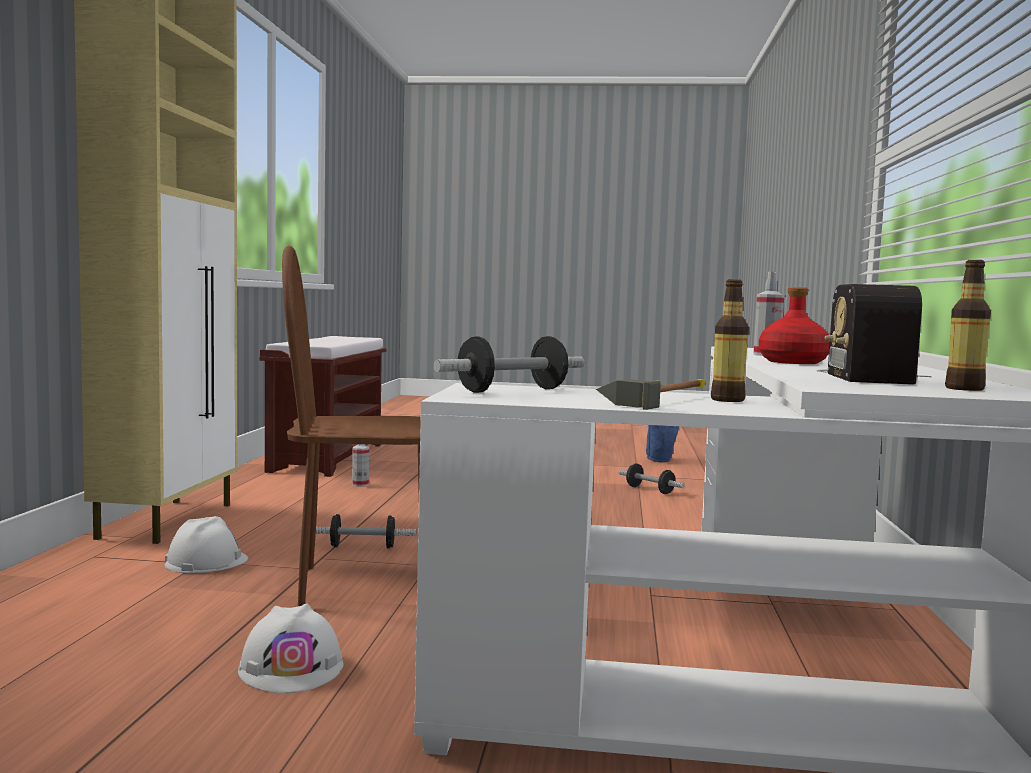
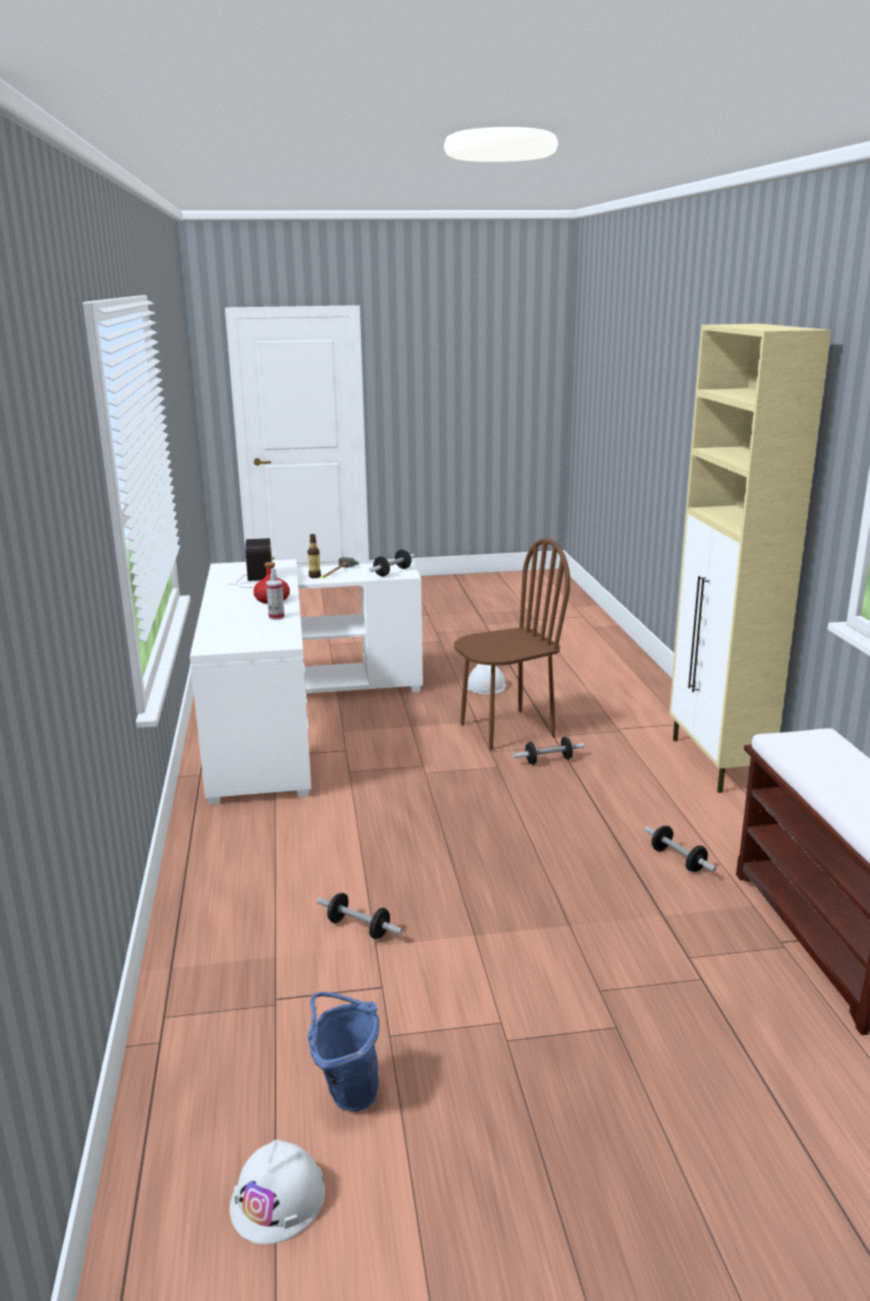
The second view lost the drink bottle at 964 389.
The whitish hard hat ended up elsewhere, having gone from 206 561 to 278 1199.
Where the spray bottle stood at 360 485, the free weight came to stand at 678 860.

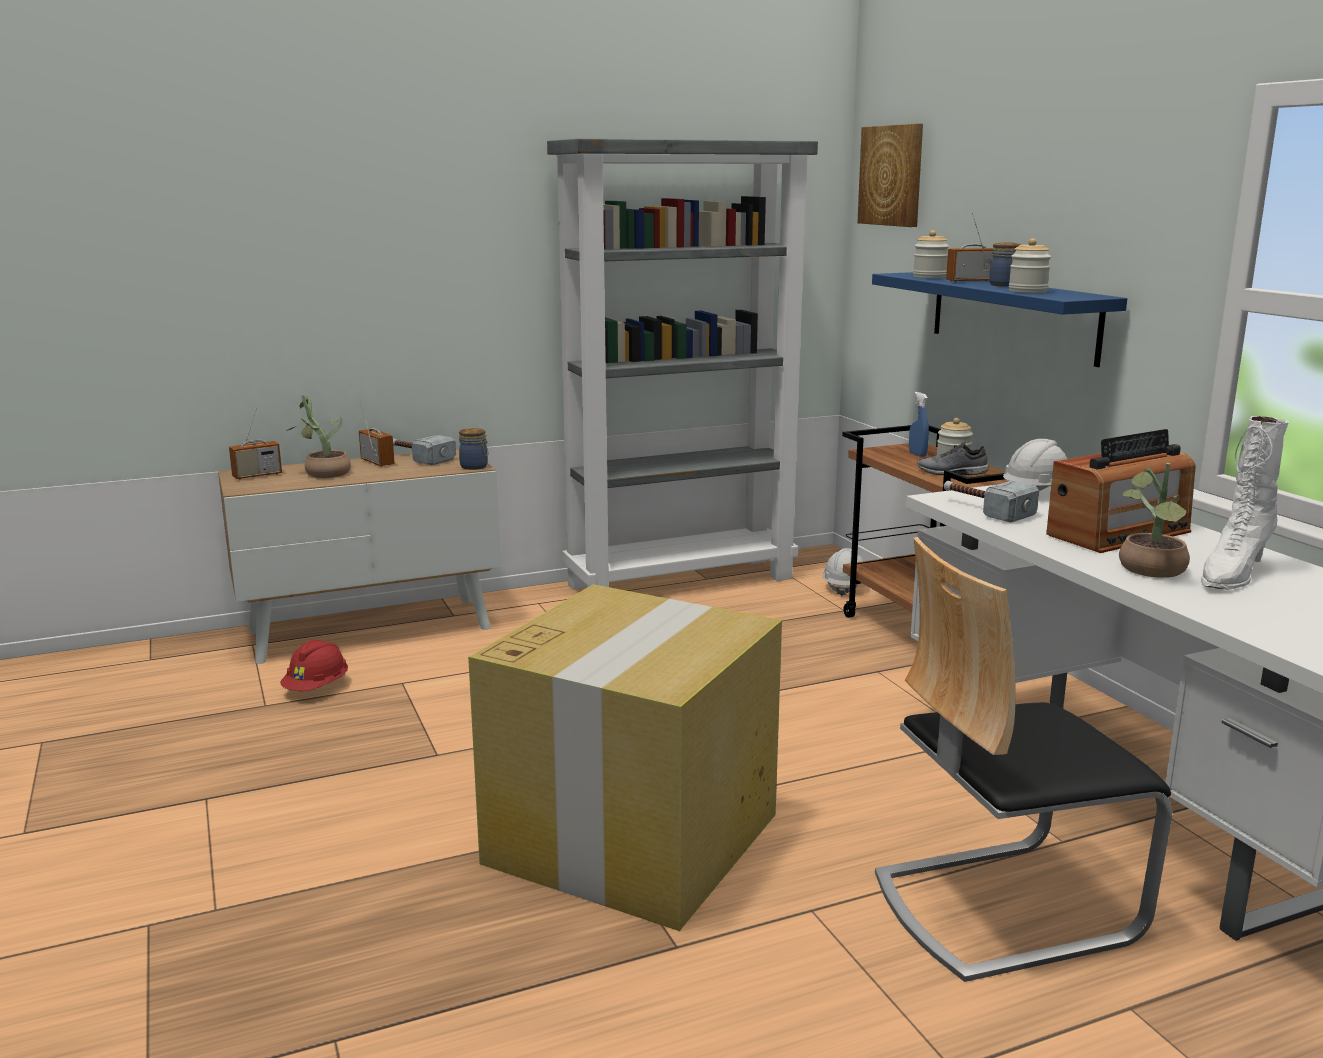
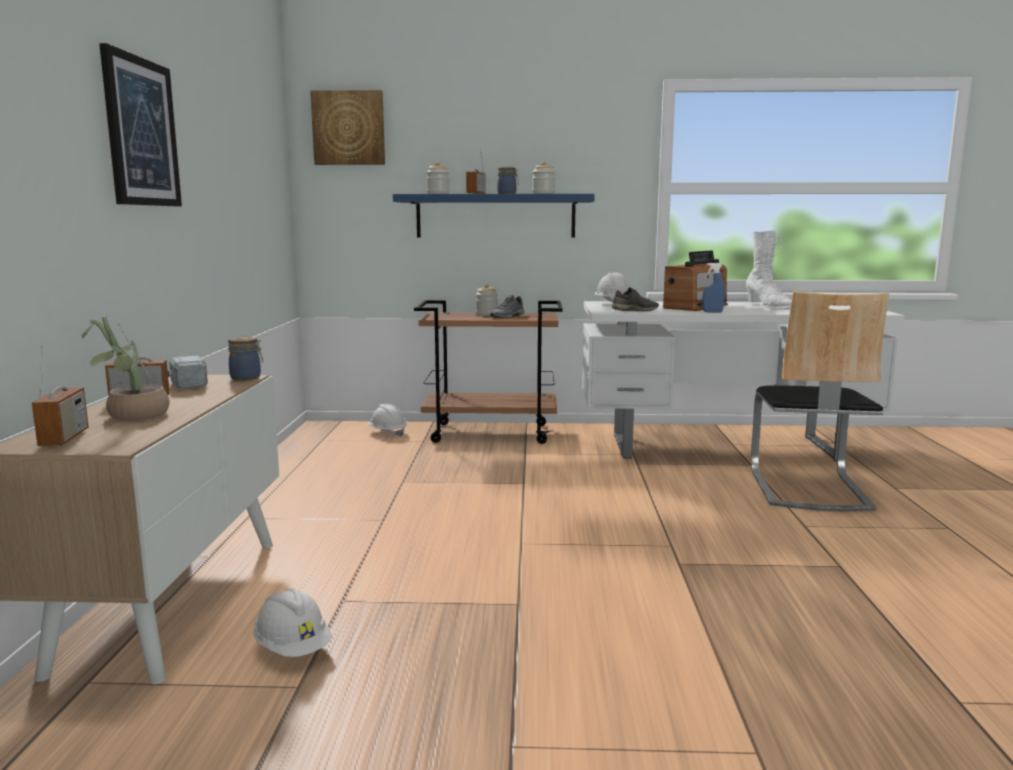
The second view lost the cardboard box at 634 836.
The second view lost the gray bookcase at 681 581.
The second view lost the houseplant at 1150 571.
The second view gained the picture at 141 132.
The blue-coloured spray bottle ended up elsewhere, having gone from 917 454 to 712 312.
Where the hand hammer stood at 984 509, the gray shoe came to stand at 634 310.
What was the red hard hat at 317 688 turned into the whitish hard hat at 293 648.
The radio receiver at 1119 533 ended up facing another way, 45 degrees clockwise from before.

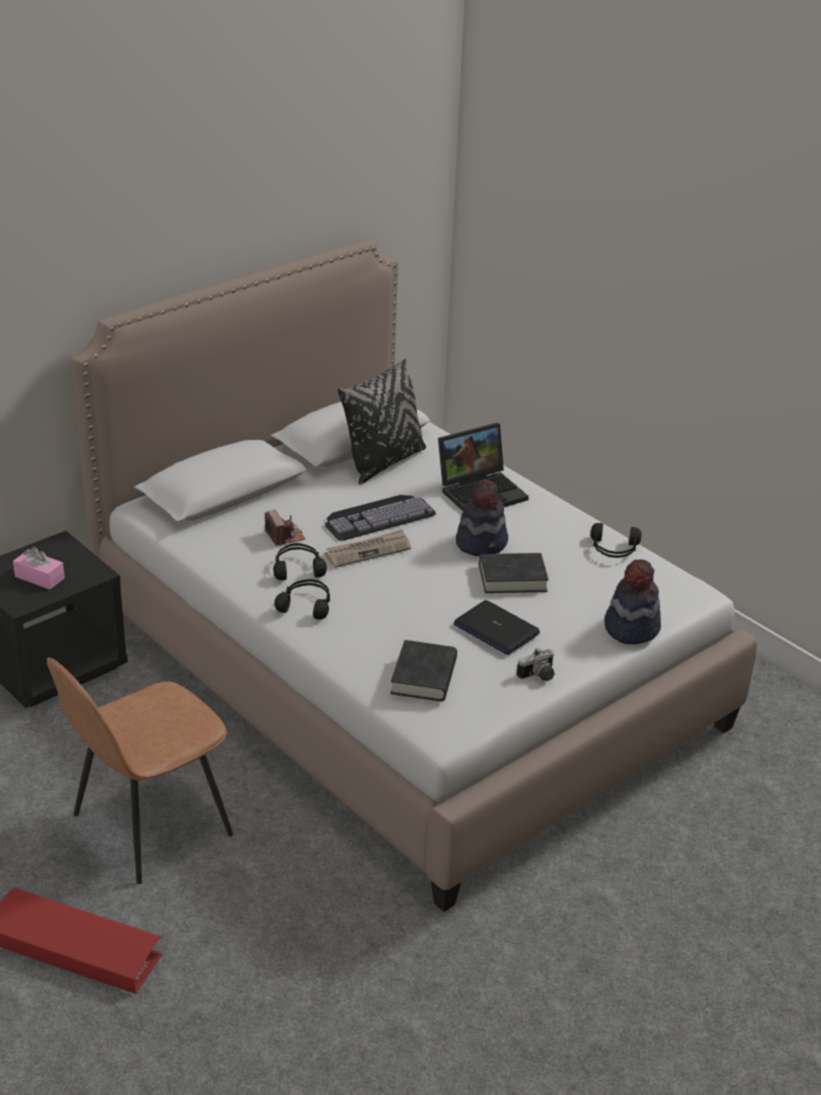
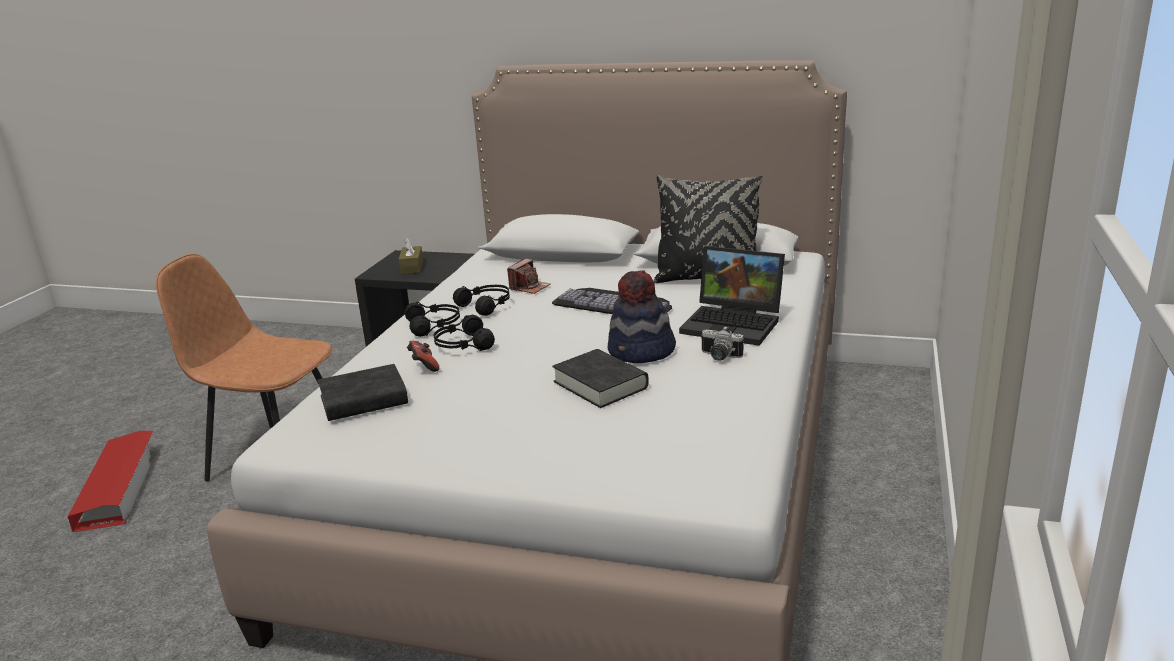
The second view lost the daily paper at 368 551.
The second view lost the notebook computer at 496 629.
The second view lost the hat at 631 628.
The second view gained the joypad at 424 366.
The photo camera ended up elsewhere, having gone from 538 676 to 719 357.
The blackish pair of headphones ended up elsewhere, having gone from 614 549 to 463 345.
What was the pink-coloured tissue box at 39 577 turned into the brown-coloured tissue box at 412 267.

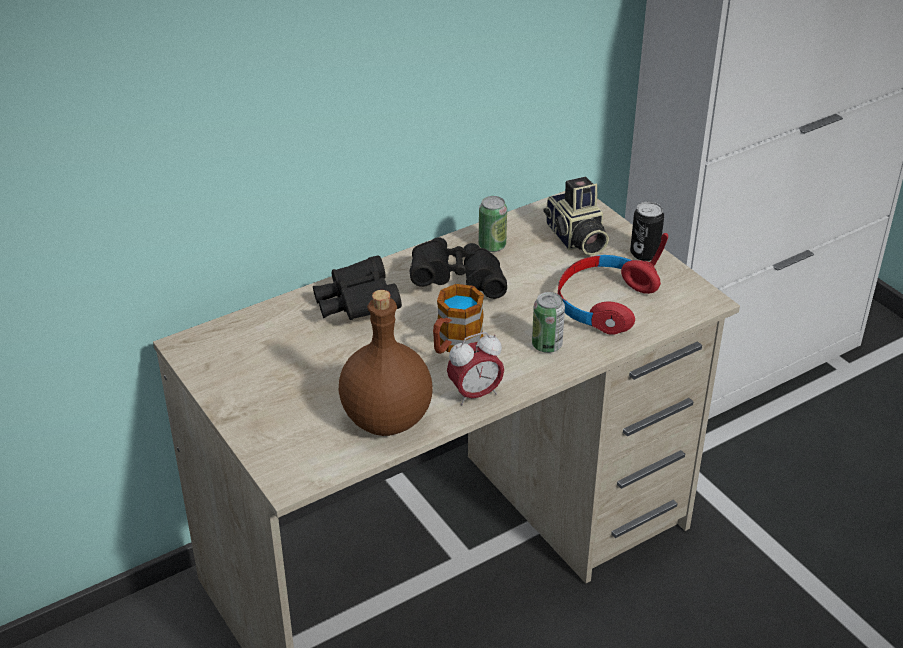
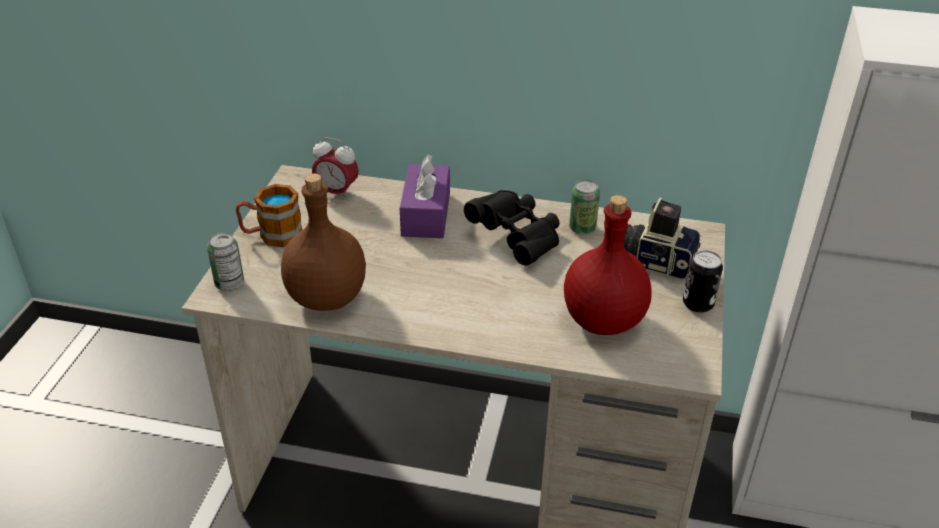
The tea mug ended up elsewhere, having gone from 454 345 to 272 235.
The alarm clock ended up elsewhere, having gone from 475 394 to 337 192.
The can ended up elsewhere, having gone from 547 345 to 229 283.
Where the blackish field glasses stood at 357 306, the purple tissue box came to stand at 426 214.
Where the red pair of headphones stood at 604 303, the red drink bottle came to stand at 603 319.
The photo camera at 575 239 ended up facing another way, 90 degrees clockwise from before.

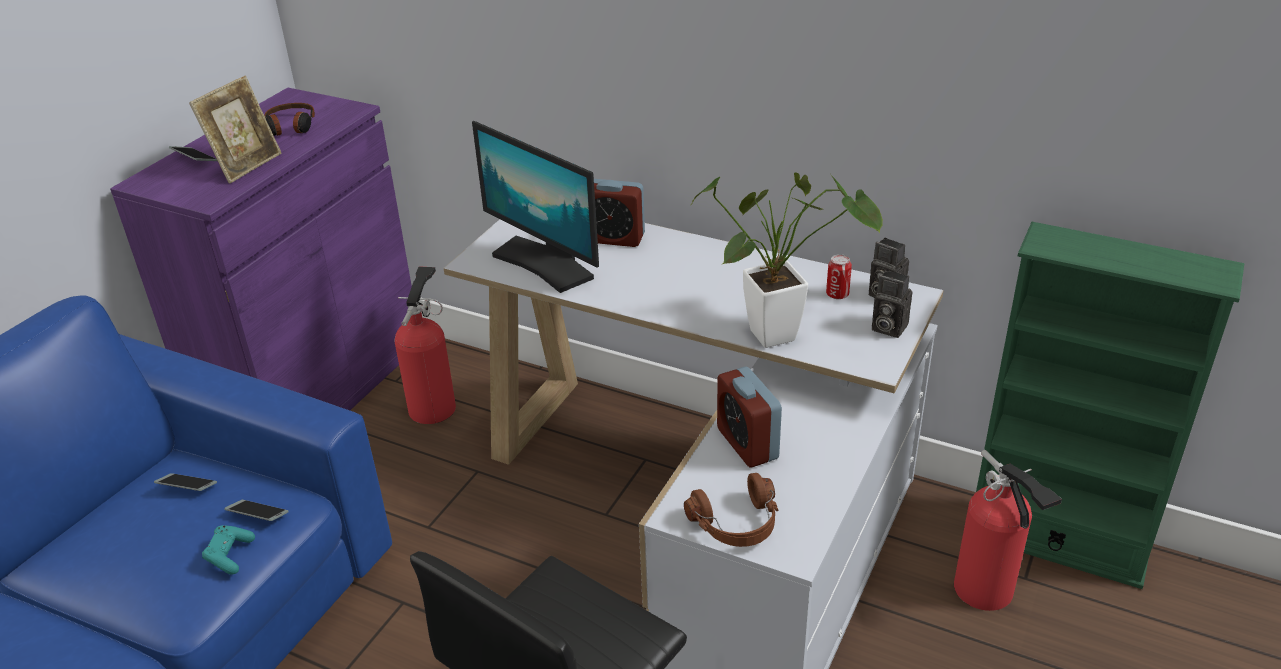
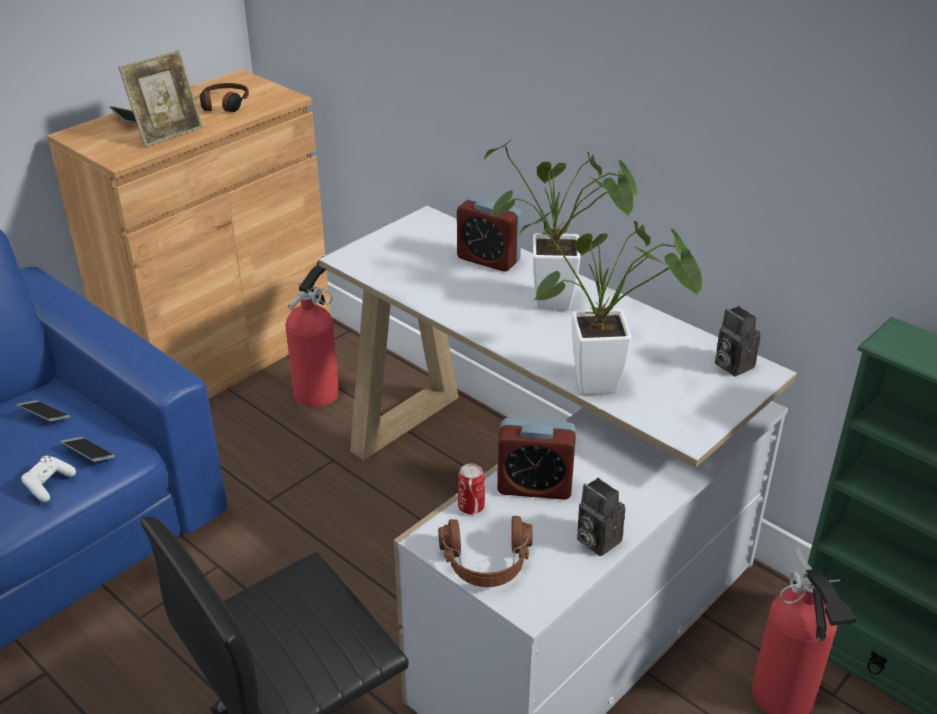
The second view lost the computer screen at 544 264.
The second view gained the houseplant at 563 302.
The can ended up elsewhere, having gone from 837 294 to 471 507.
The photo camera ended up elsewhere, having gone from 887 327 to 595 540.
What was the purple cupboard at 315 389 turned into the brown-coloured cupboard at 222 353.
What was the turquoise joypad at 230 556 turned into the whitish joypad at 49 485.
The alarm clock at 747 443 ended up facing another way, 75 degrees counterclockwise from before.

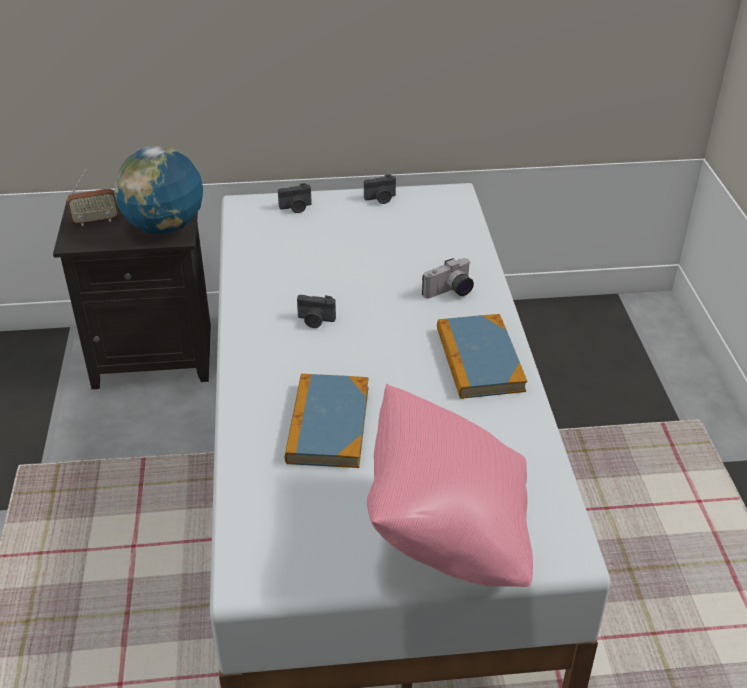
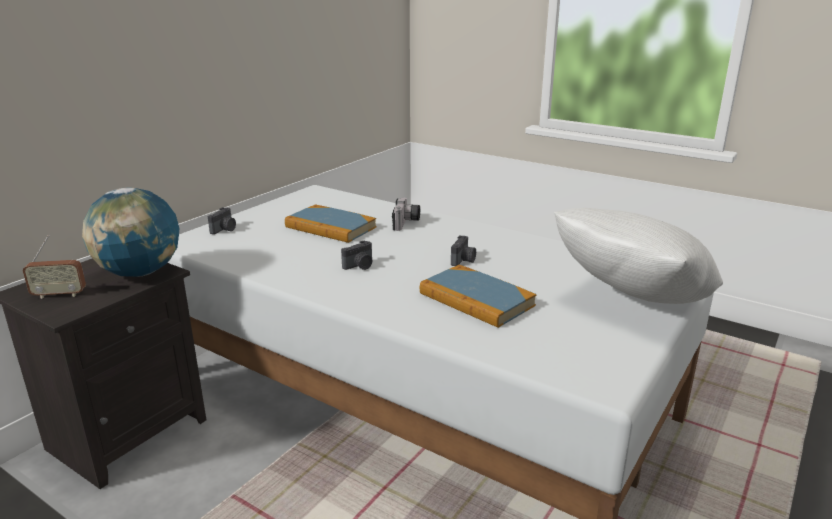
The photo camera ended up elsewhere, having gone from 381 199 to 463 260.
The bound book ended up elsewhere, having gone from 479 360 to 330 227.
What was the pink-coloured throw pillow at 448 532 turned into the whitish throw pillow at 631 301.
The radio receiver at 95 221 ended up facing another way, 60 degrees clockwise from before.

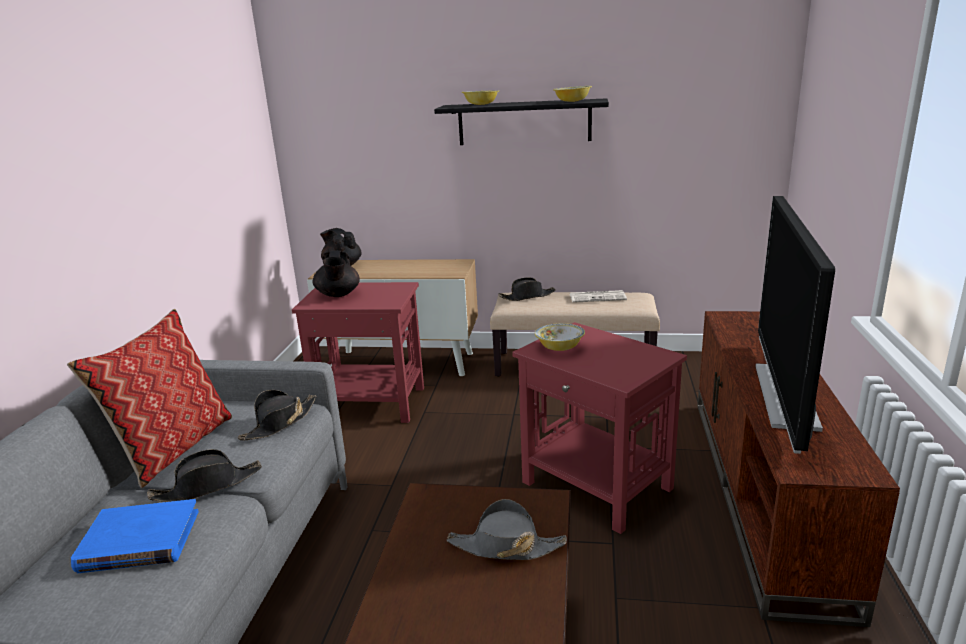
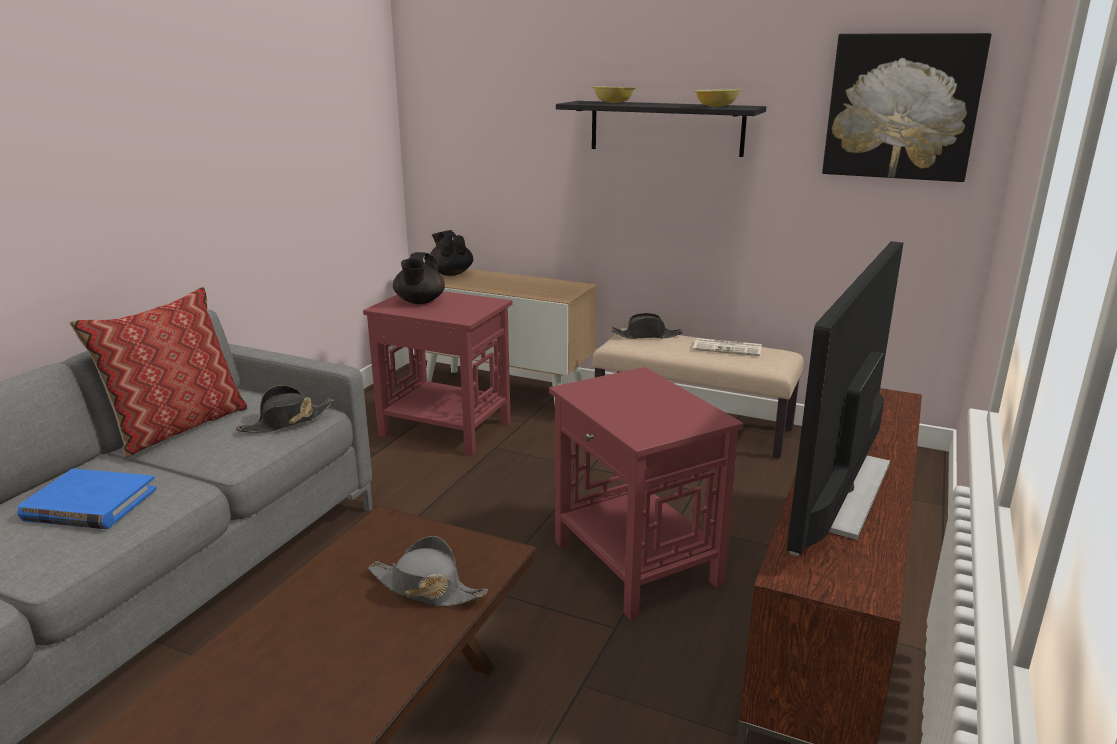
The second view lost the blackish hat at 208 486.
The second view lost the deep dish at 559 347.
The second view gained the picture at 901 107.

